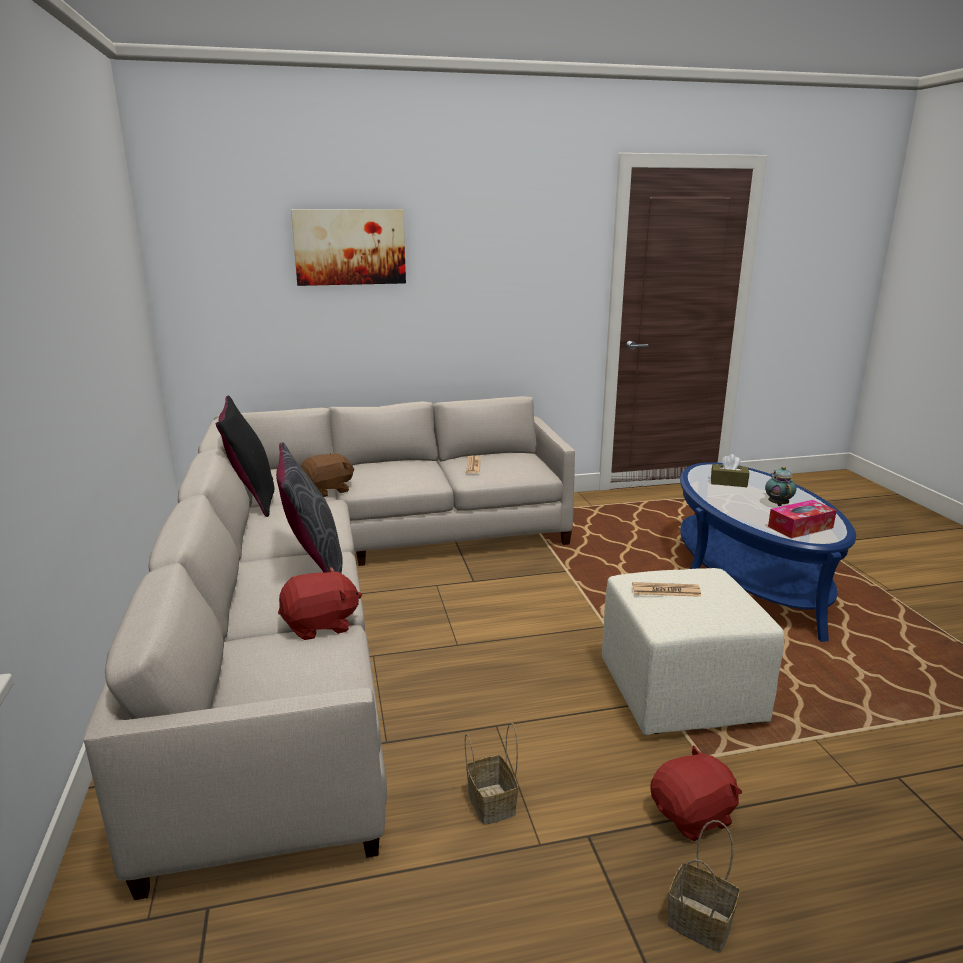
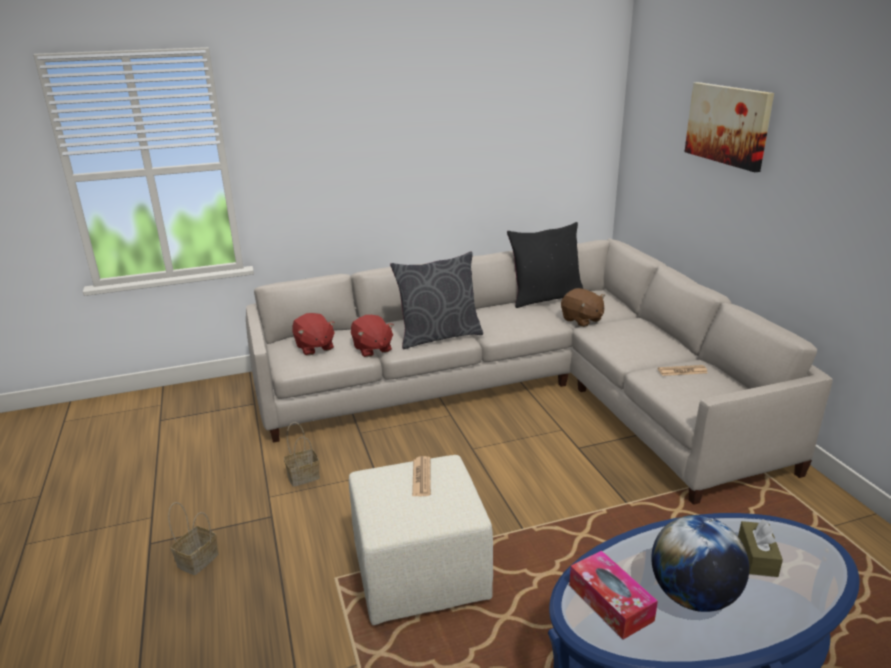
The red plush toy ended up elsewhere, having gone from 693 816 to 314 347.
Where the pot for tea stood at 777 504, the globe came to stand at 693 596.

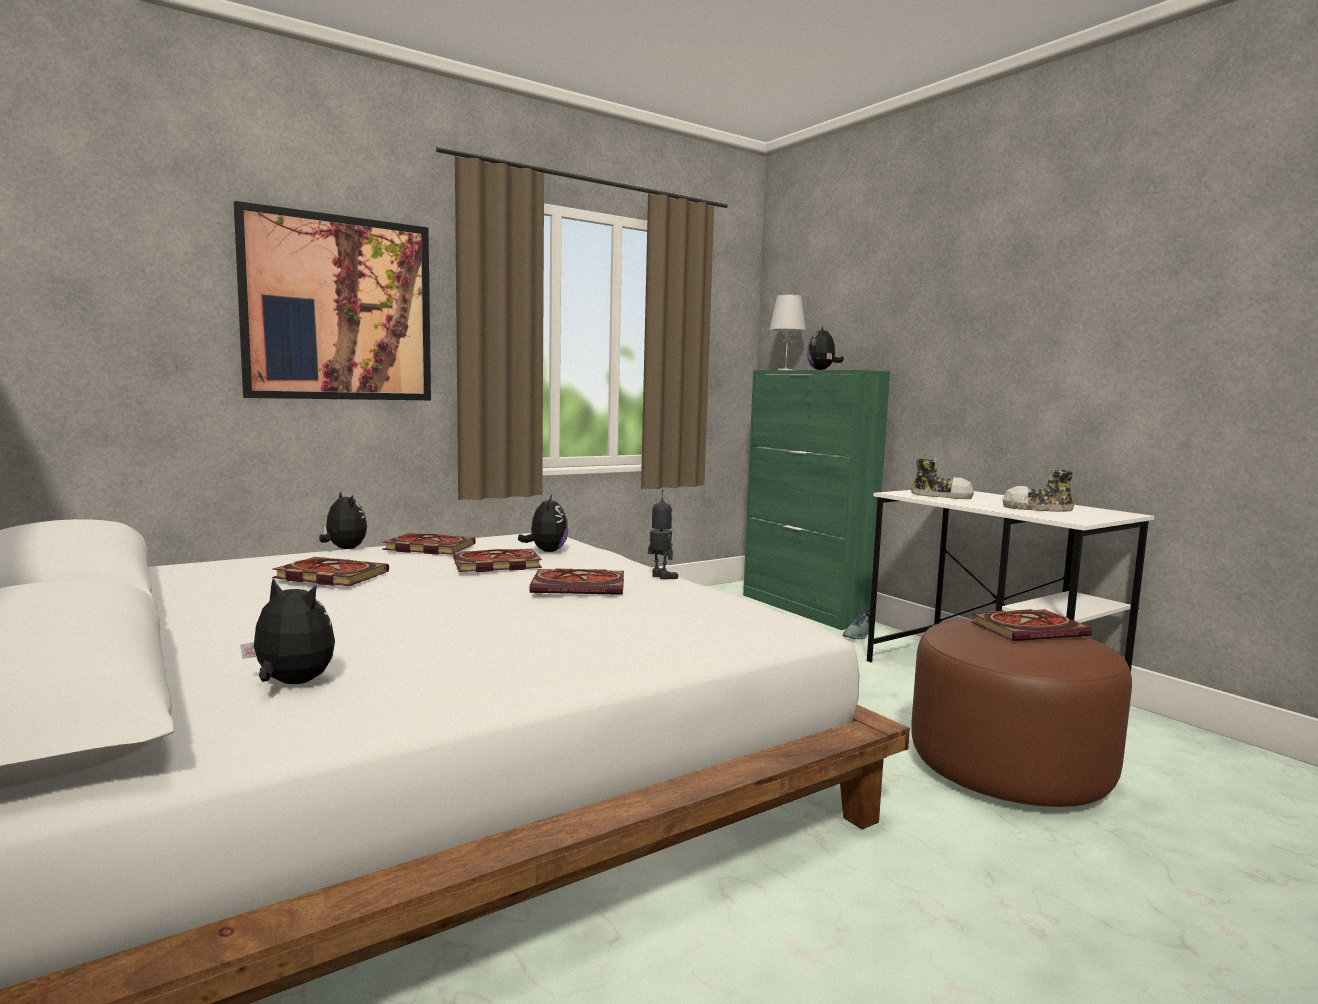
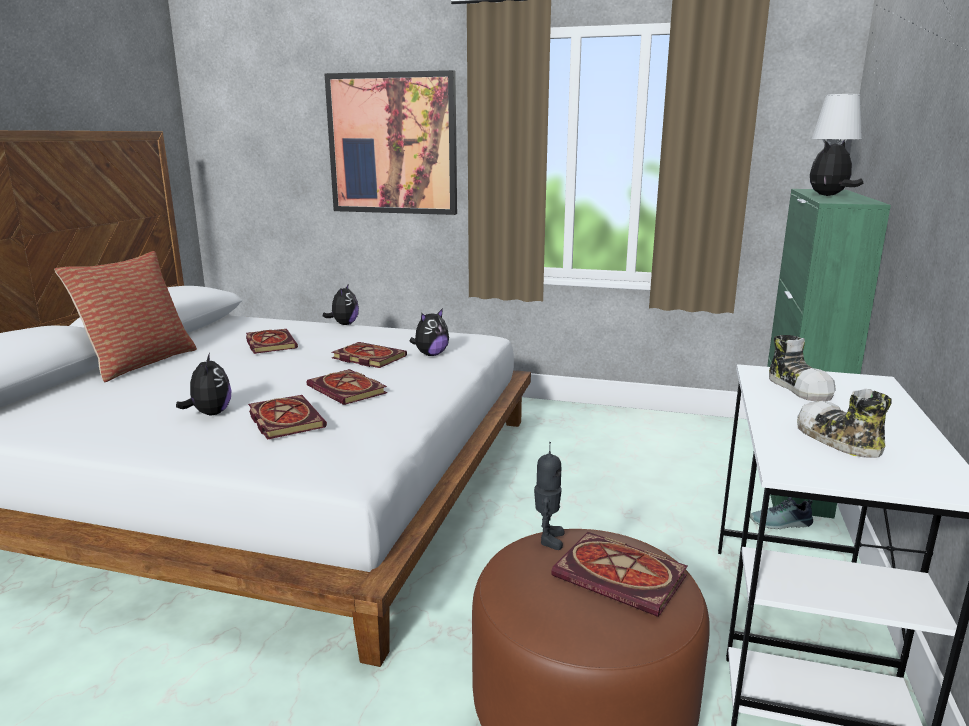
The second view gained the throw pillow at 140 363.
The plush toy ended up elsewhere, having gone from 291 684 to 210 413.
The bound book ended up elsewhere, having gone from 427 548 to 284 419.
The robot figure ended up elsewhere, having gone from 661 577 to 548 539.

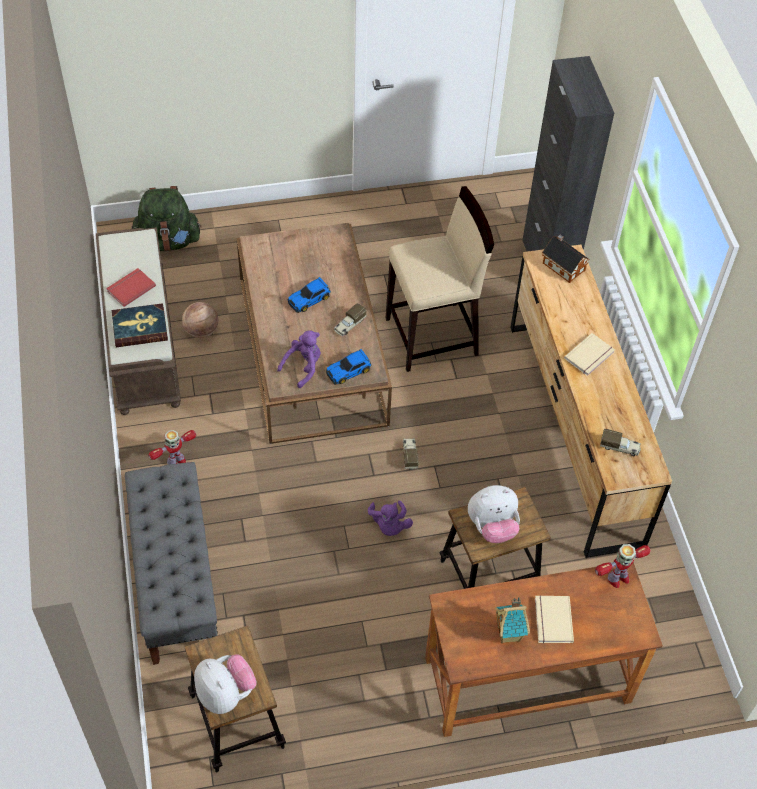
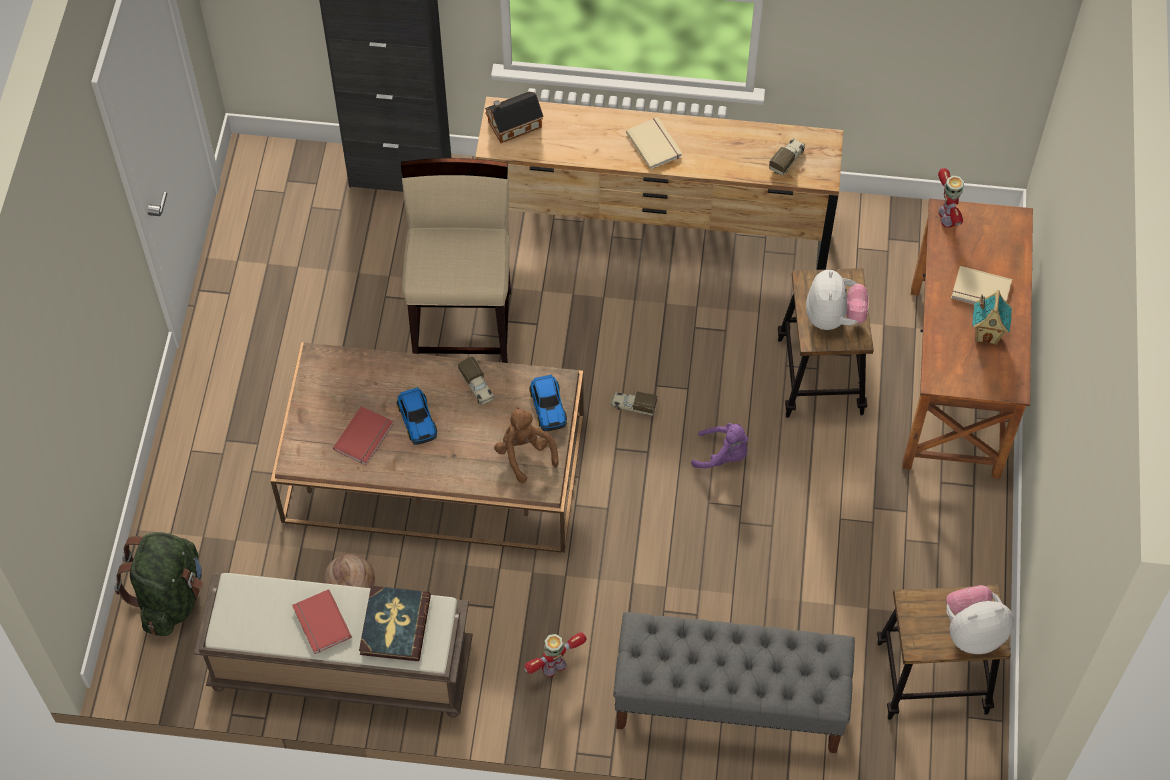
The second view gained the red bound book at 365 437.
What was the purple plush toy at 303 367 turned into the brown-coloured plush toy at 524 454.
The robot figure at 176 462 ended up facing another way, 105 degrees counterclockwise from before.

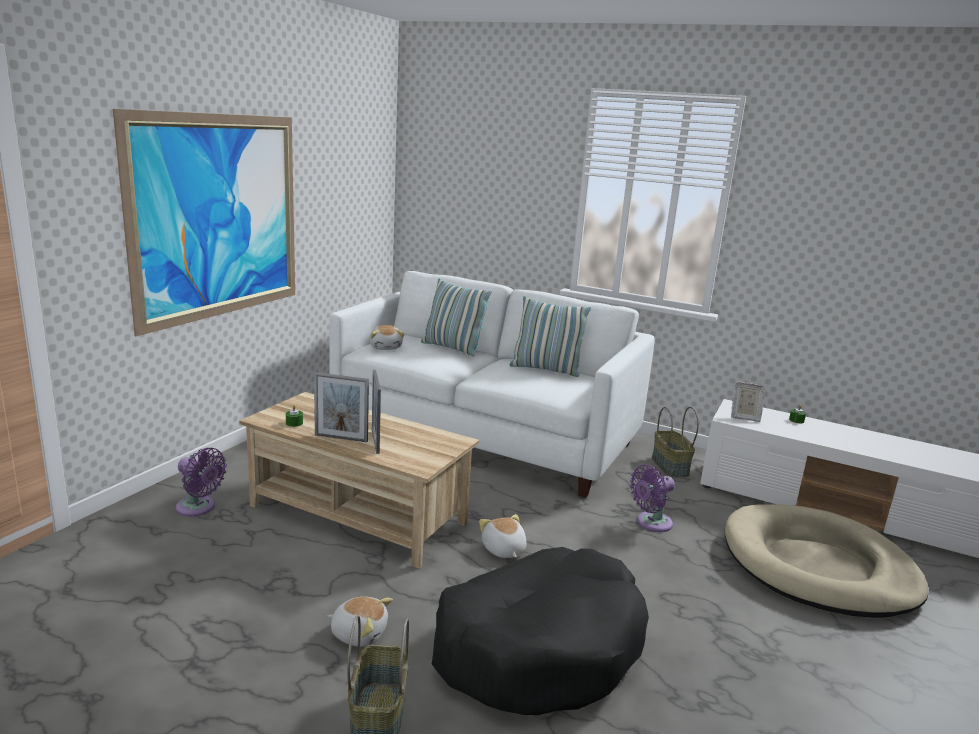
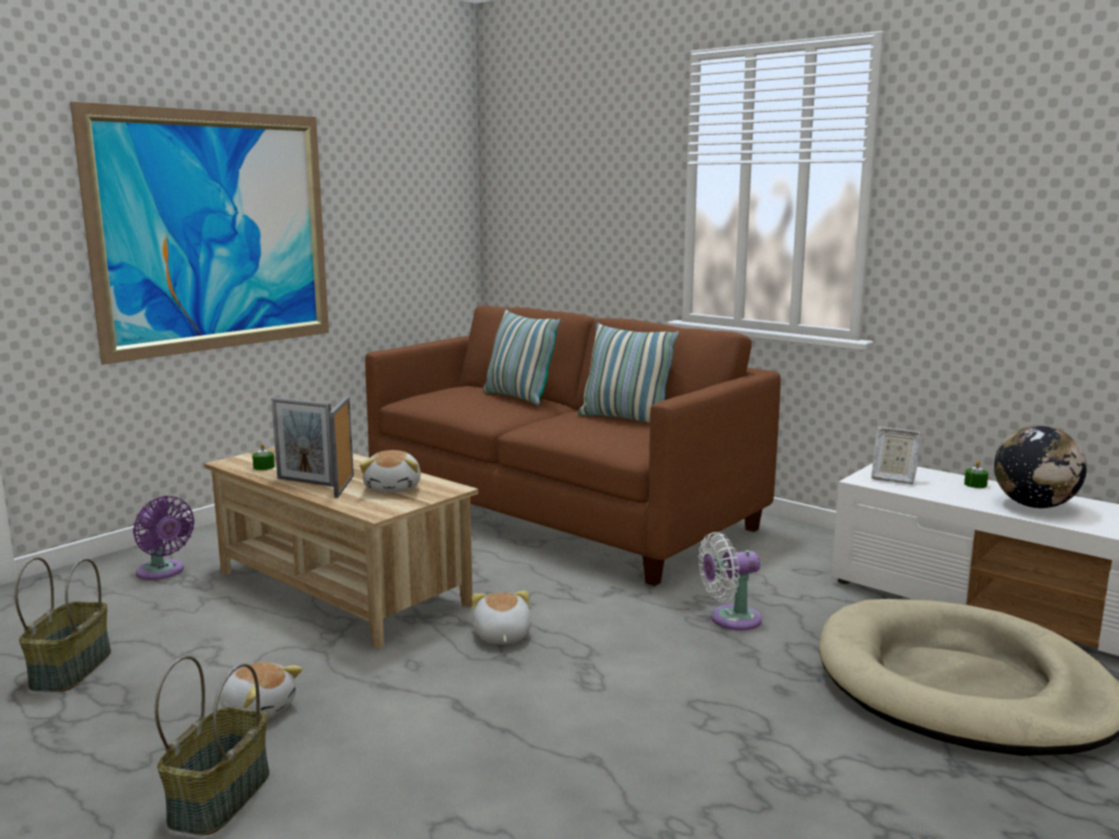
The second view lost the blackish dog bed at 539 647.
The second view gained the globe at 1034 505.
The plush toy ended up elsewhere, having gone from 386 347 to 394 488.
The storage basket ended up elsewhere, having gone from 669 466 to 70 669.
What was the whitish couch at 485 435 turned into the brown-coloured couch at 561 513.
What was the purple cooling fan at 651 523 turned into the whitish cooling fan at 730 619.

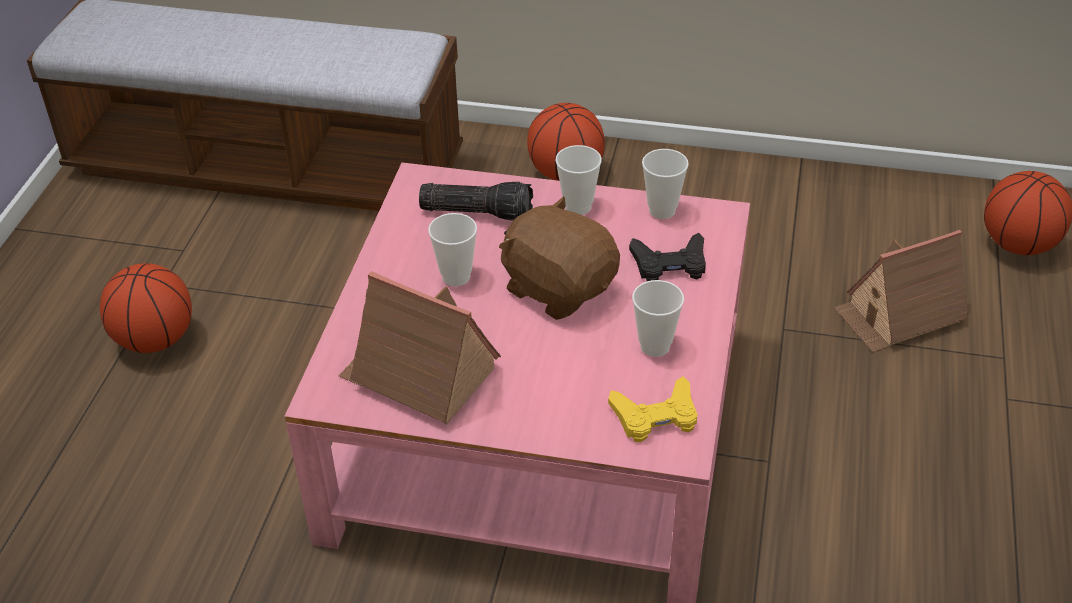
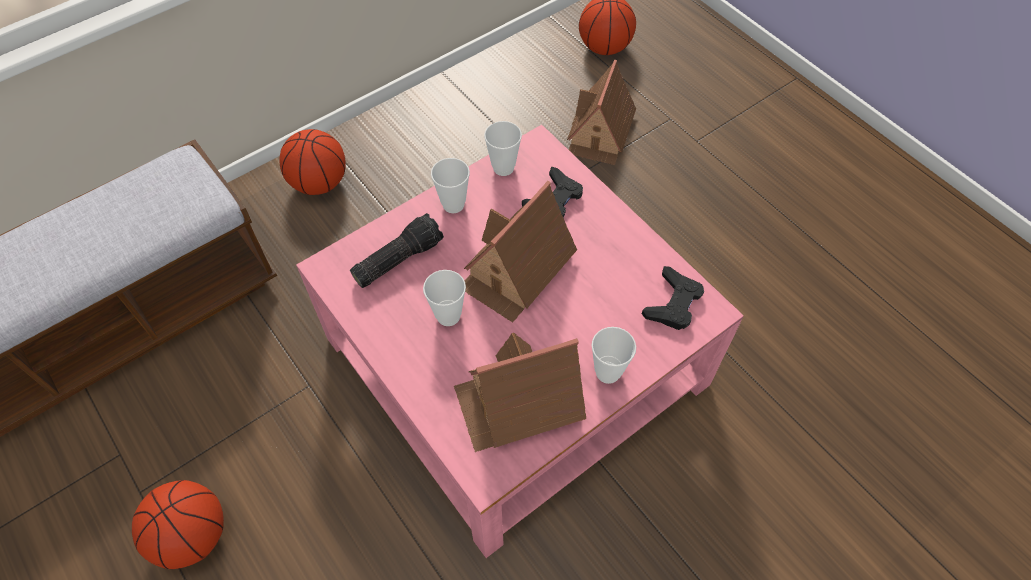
The cup ended up elsewhere, having gone from 655 346 to 608 372.
Where the brown-coloured plush toy stood at 559 288, the model house came to stand at 517 269.
What was the yellowish joypad at 655 416 turned into the blackish joypad at 673 303.

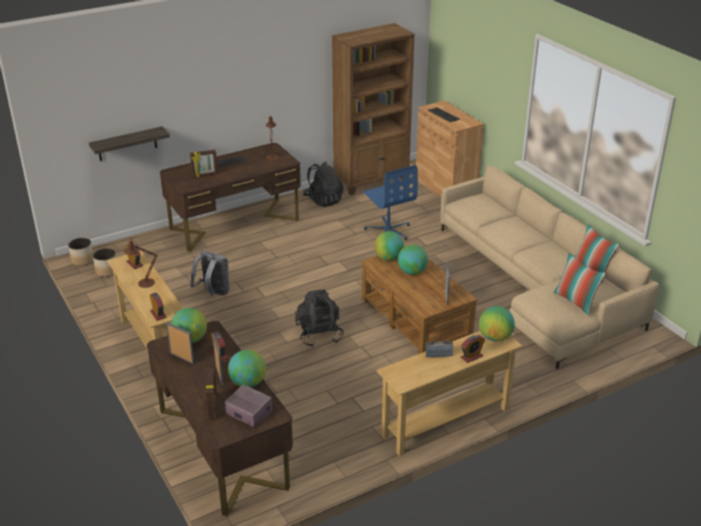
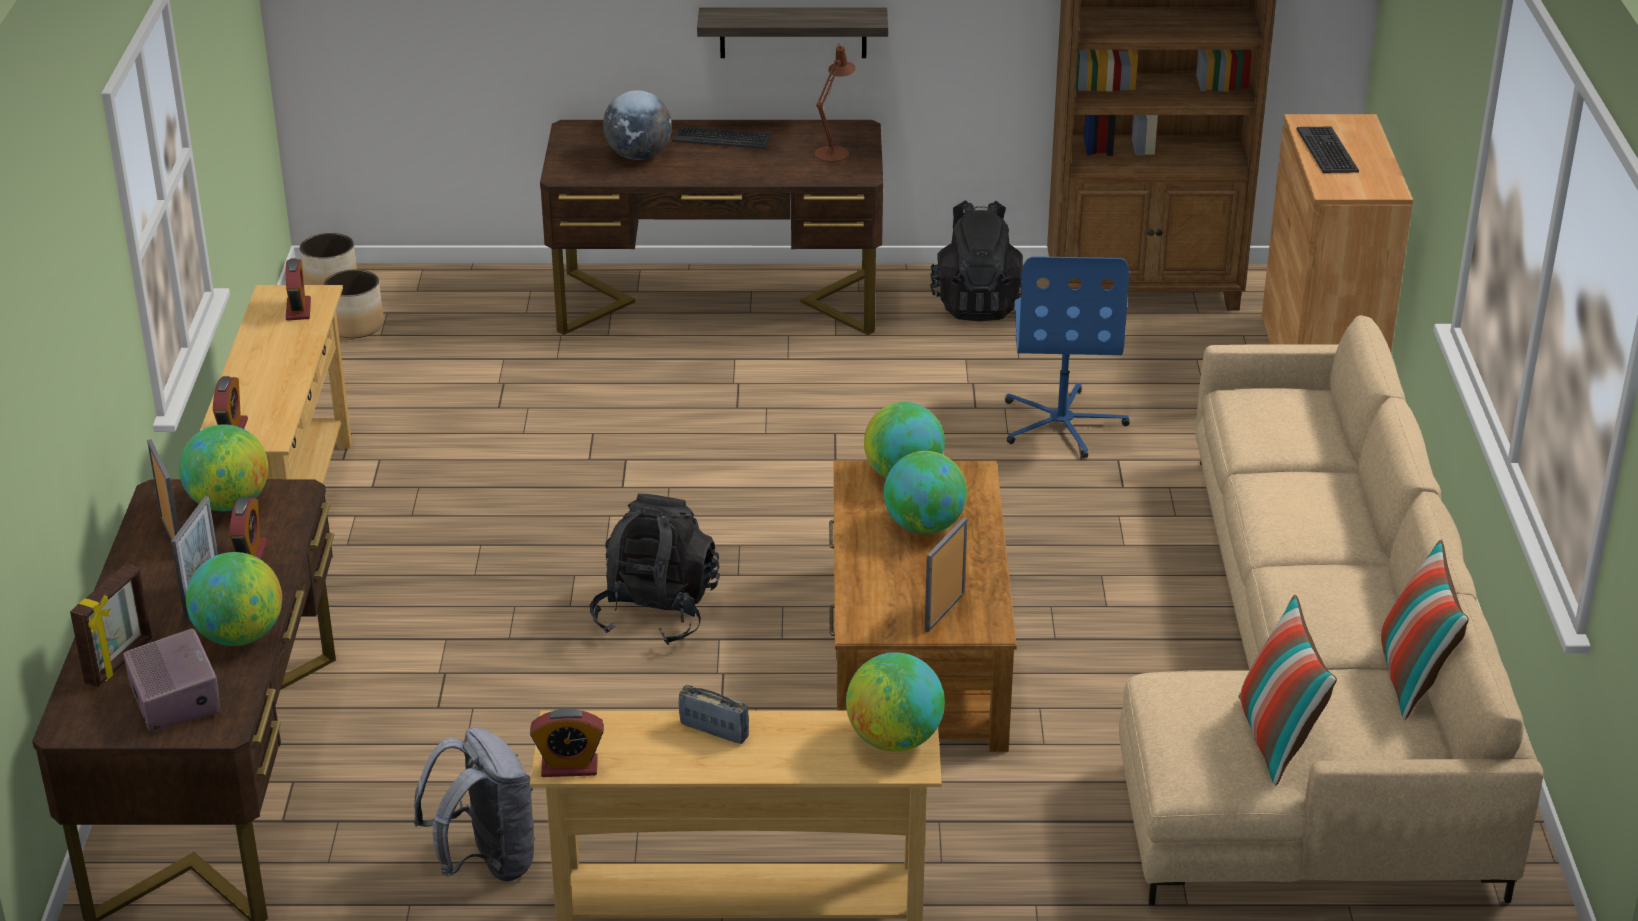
The second view lost the brown-coloured table lamp at 143 283.
The bracket shelf ended up elsewhere, having gone from 127 144 to 793 32.
The gray backpack ended up elsewhere, having gone from 213 293 to 486 862.
The alarm clock ended up elsewhere, having gone from 471 357 to 569 767.
Where the standing frame stood at 205 175, the globe came to stand at 639 156.

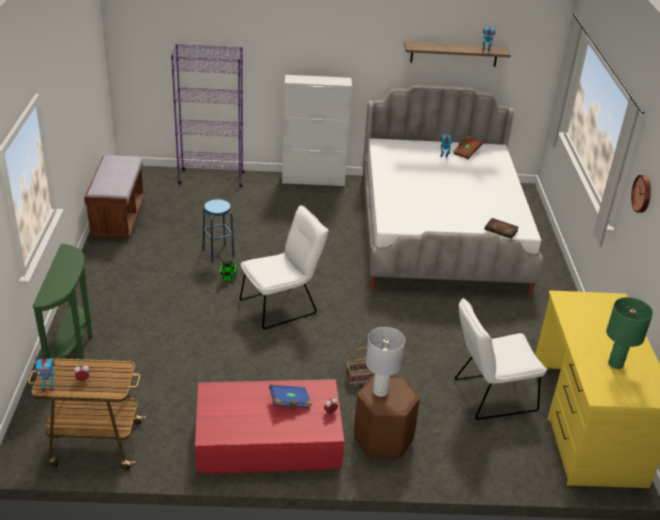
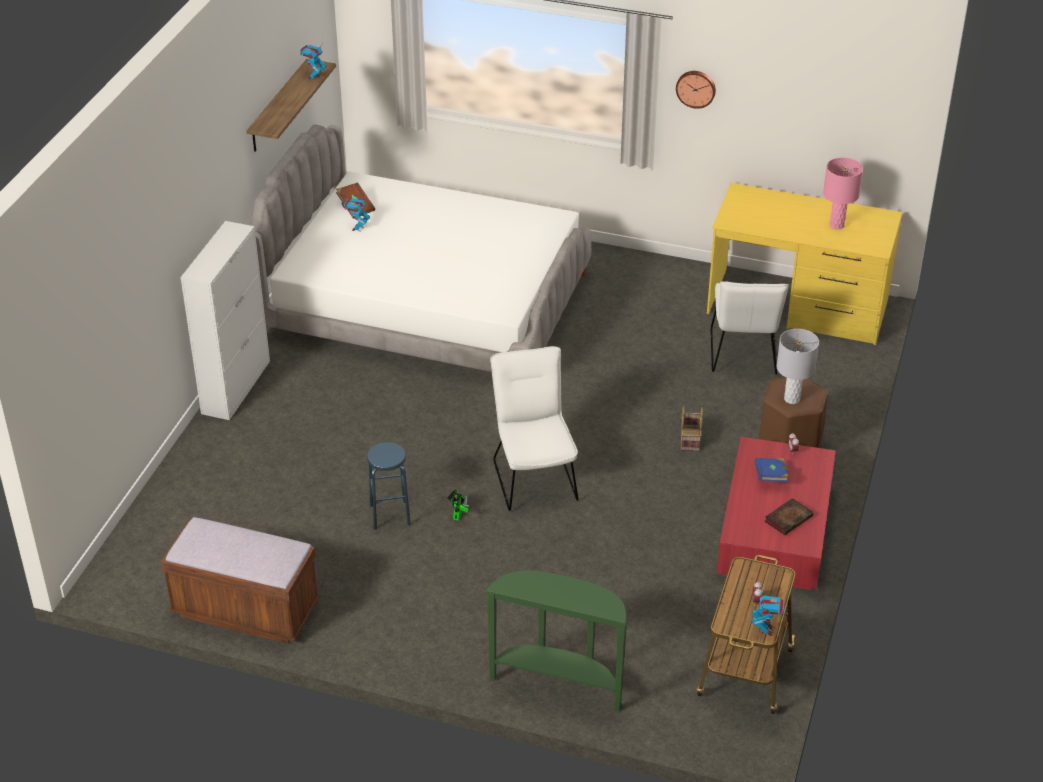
The second view lost the purple bookcase at 211 178.
The bound book ended up elsewhere, having gone from 502 230 to 788 518.
What was the green table lamp at 615 364 turned into the pink-coloured table lamp at 836 225.

